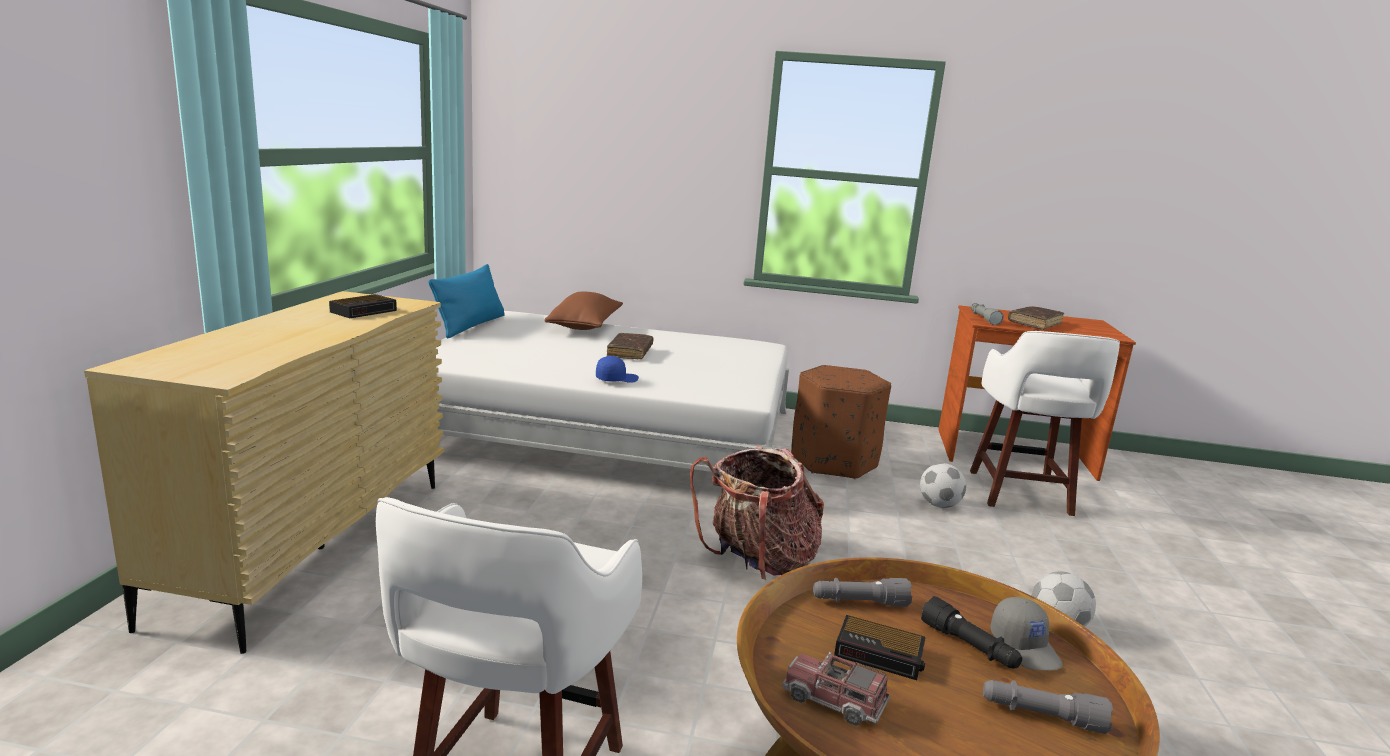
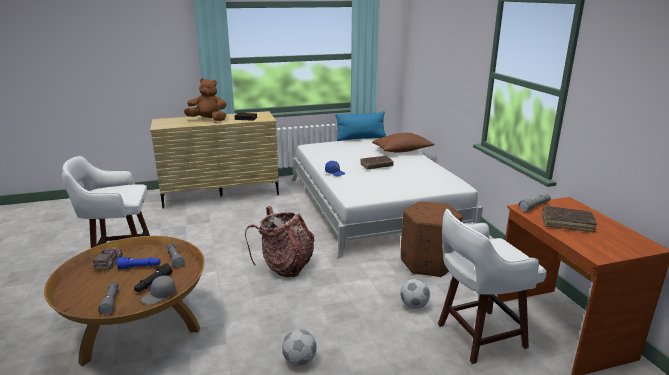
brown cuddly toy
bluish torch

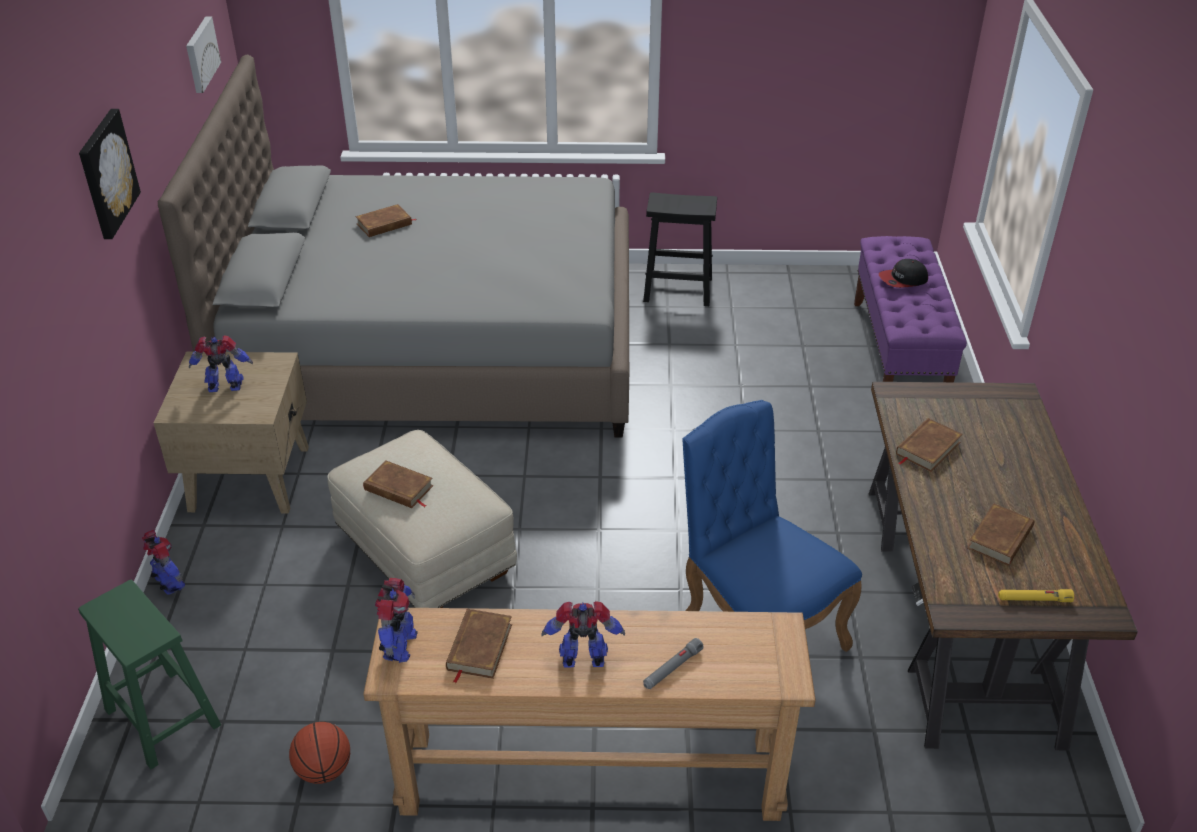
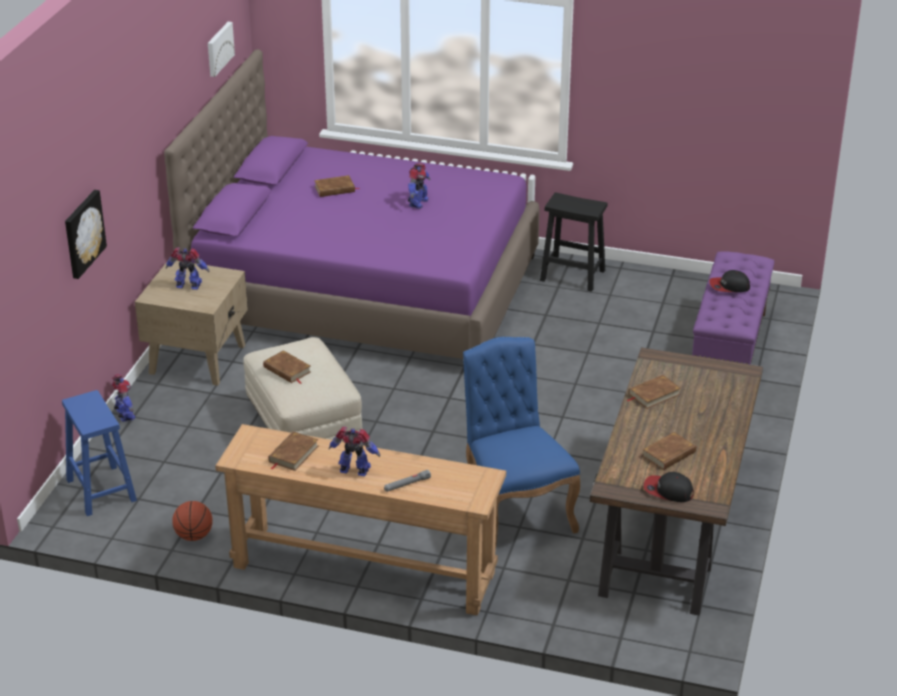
wall art (1st from left)
robot figure (4th from left)
peaked cap (1st from left)
bluish stool
purple-coloured bed

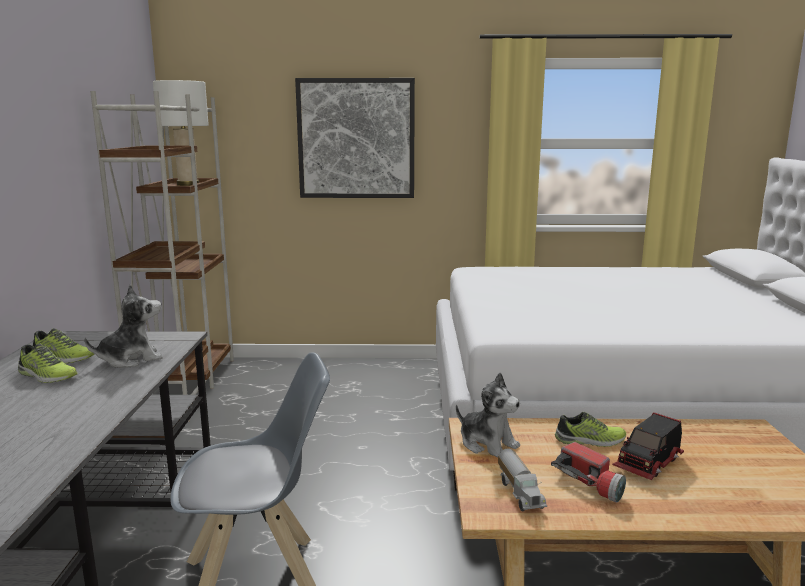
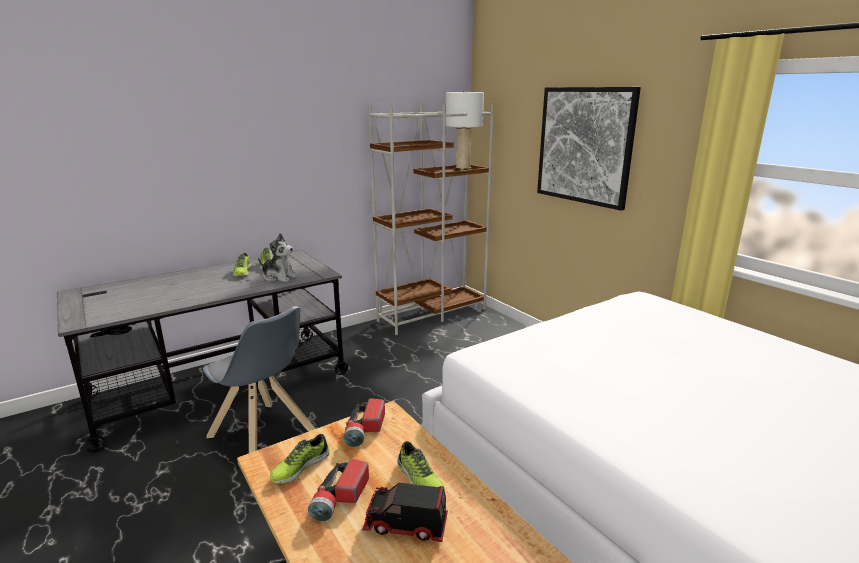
torch (2nd from left)
low shoe (3rd from left)

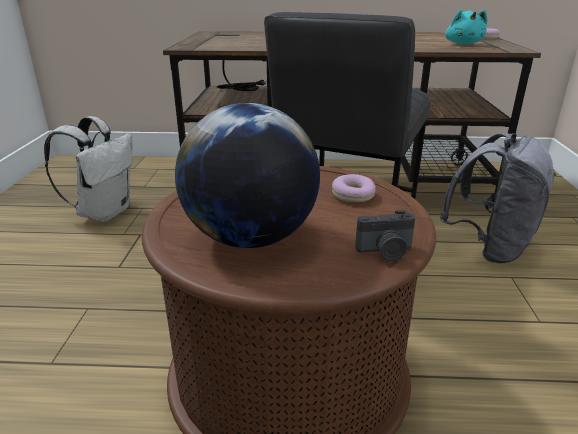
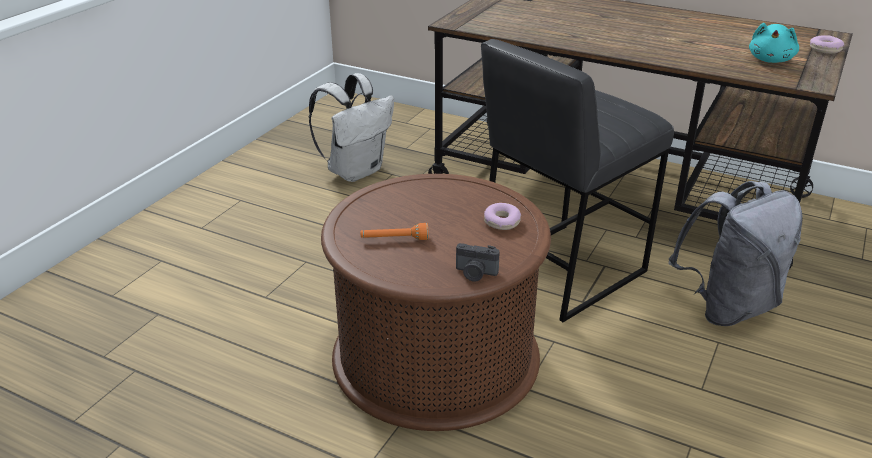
orangey torch

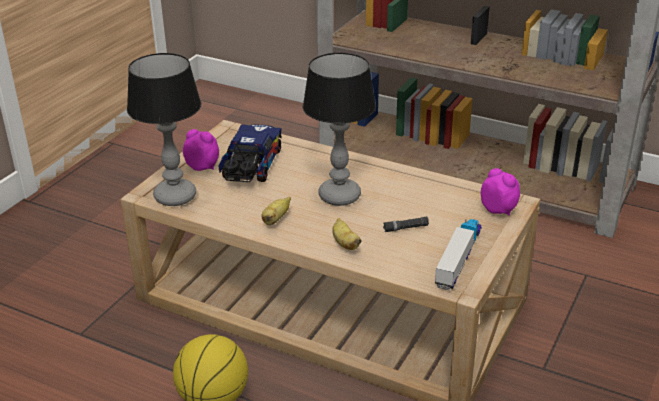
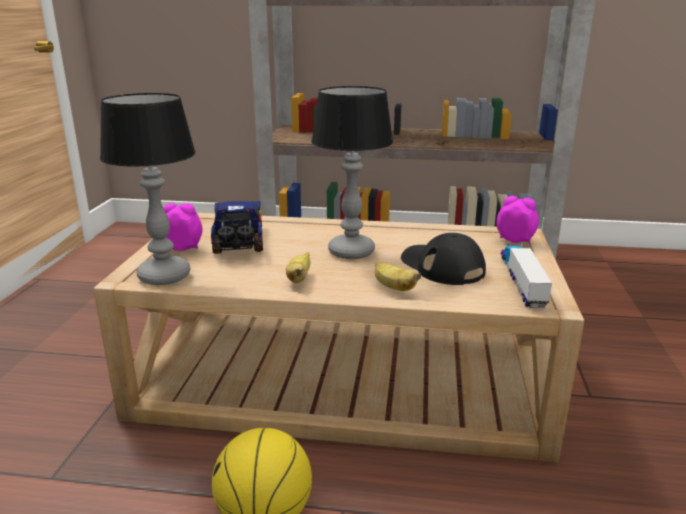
black peaked cap

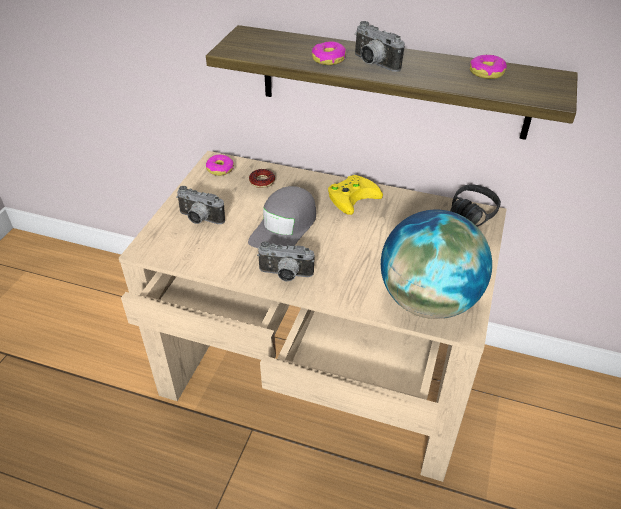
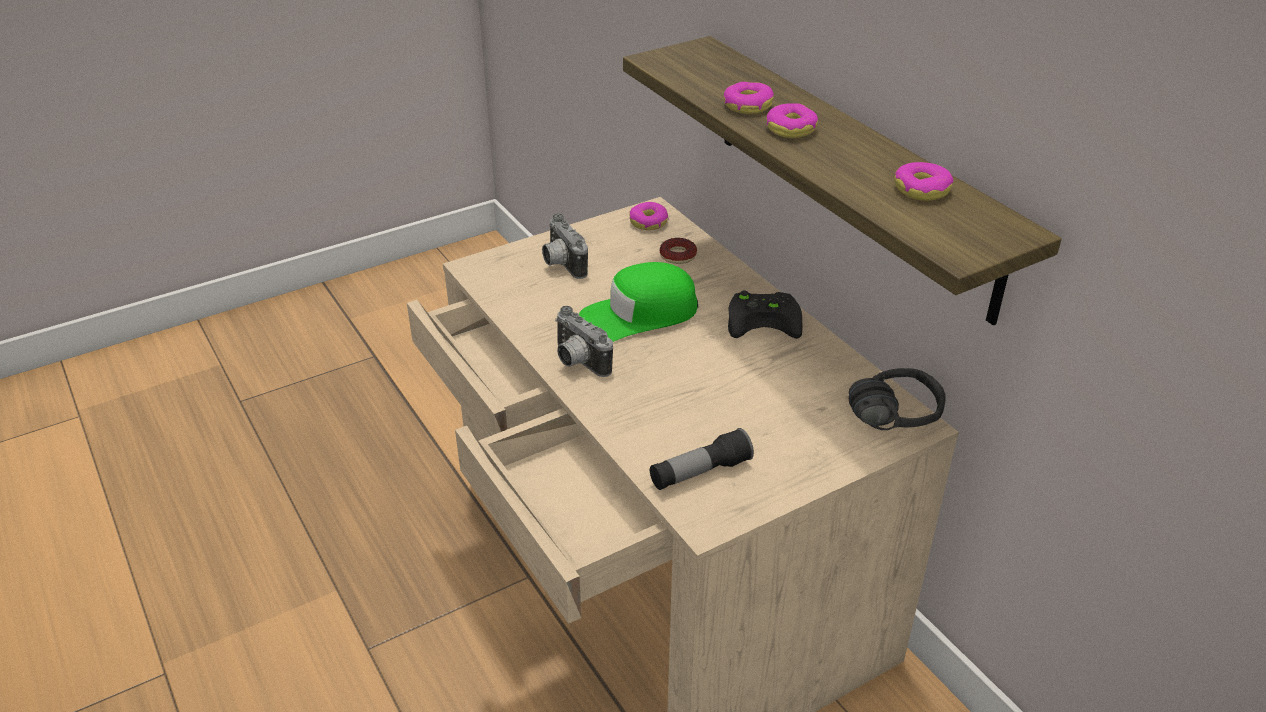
ring doughnut (4th from left)
torch
greenish peaked cap
black game controller

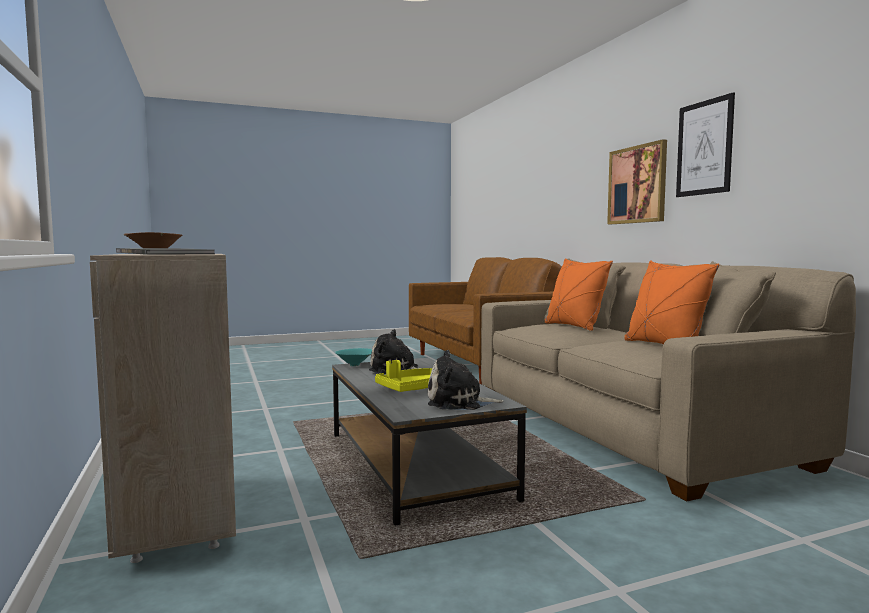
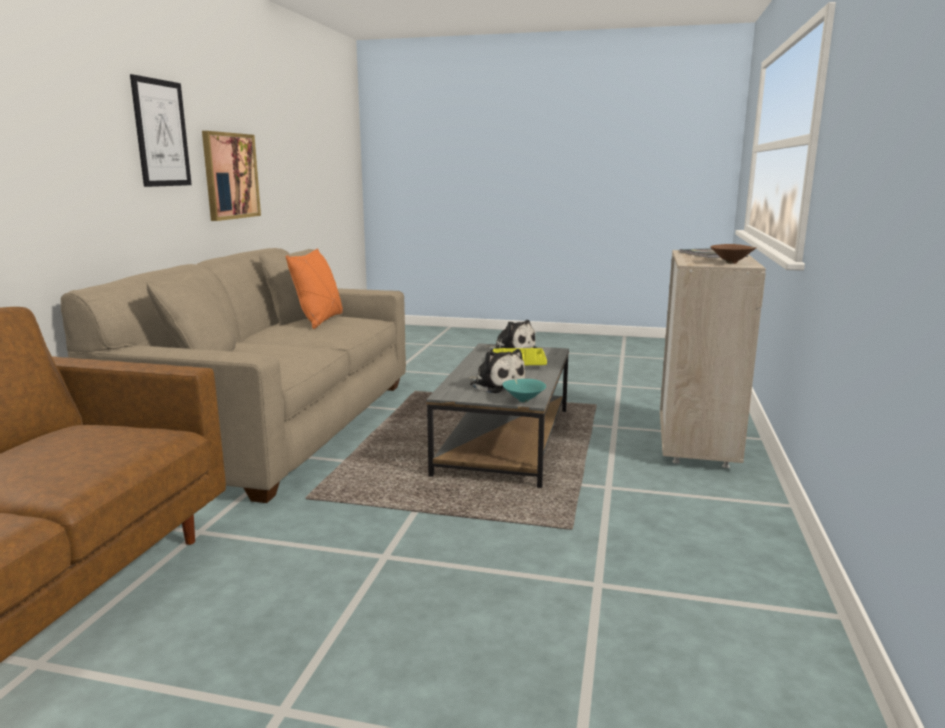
orangey pillow (1st from left in the first image)
wall art (2nd from left)

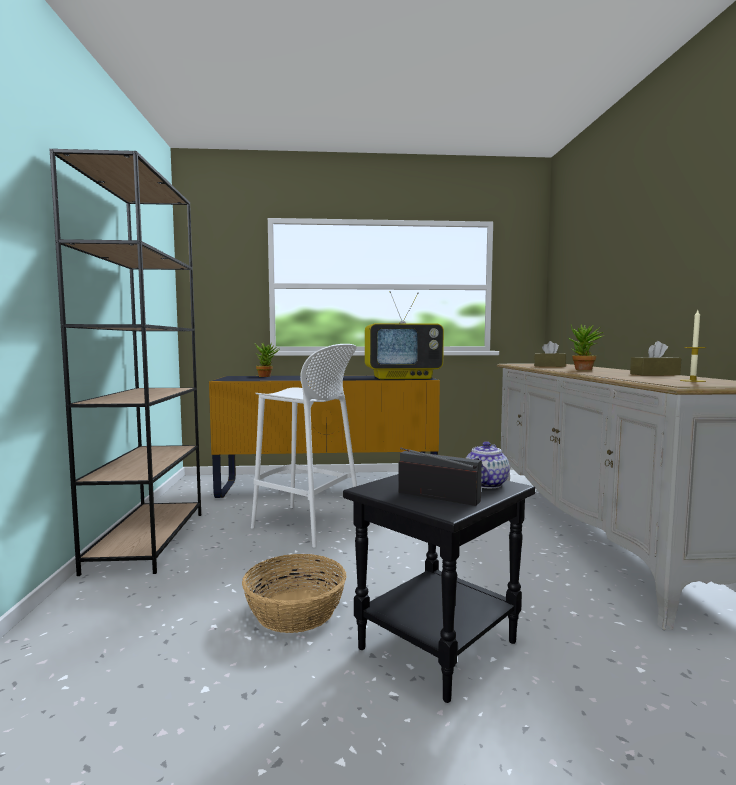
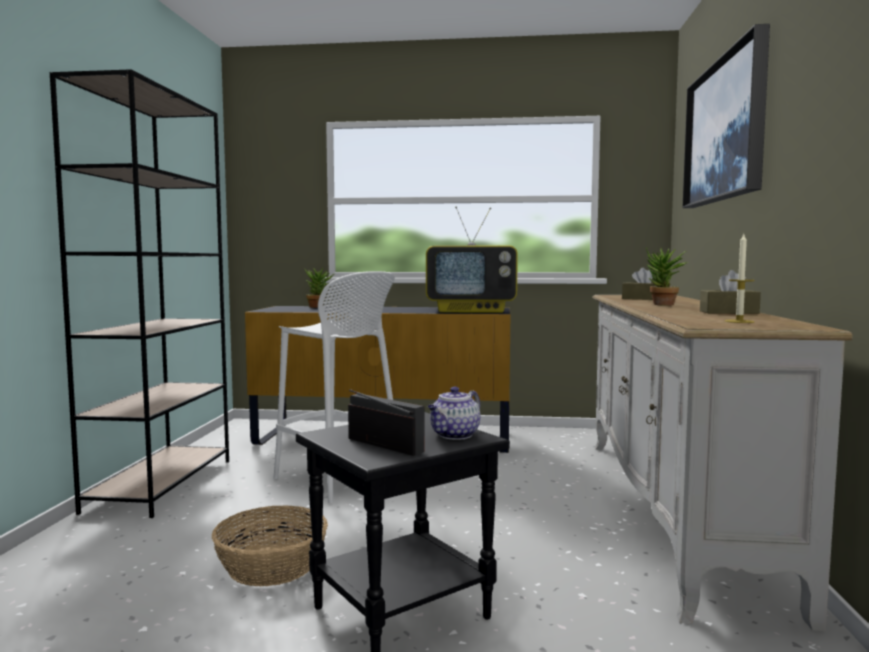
wall art

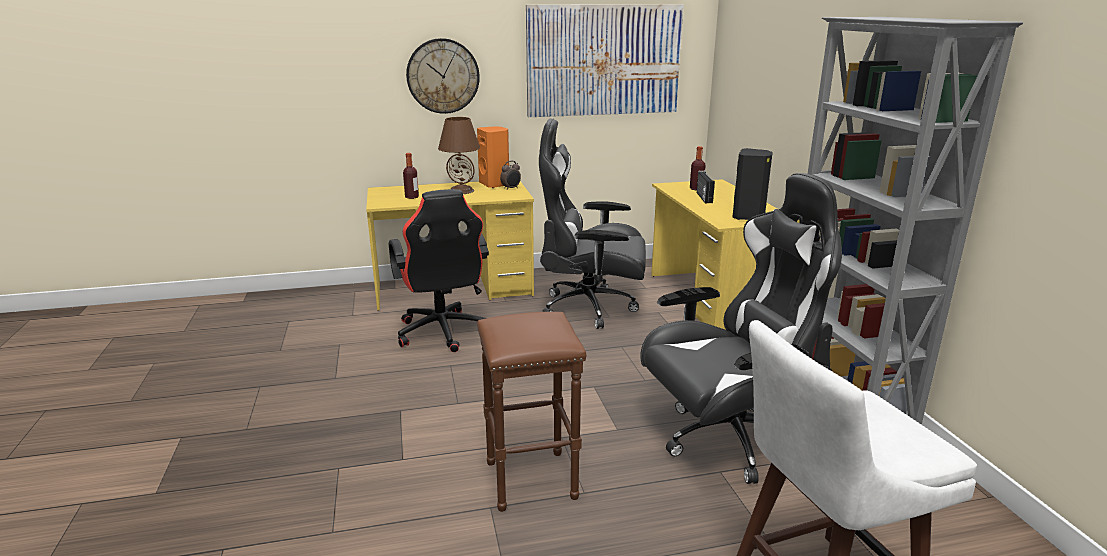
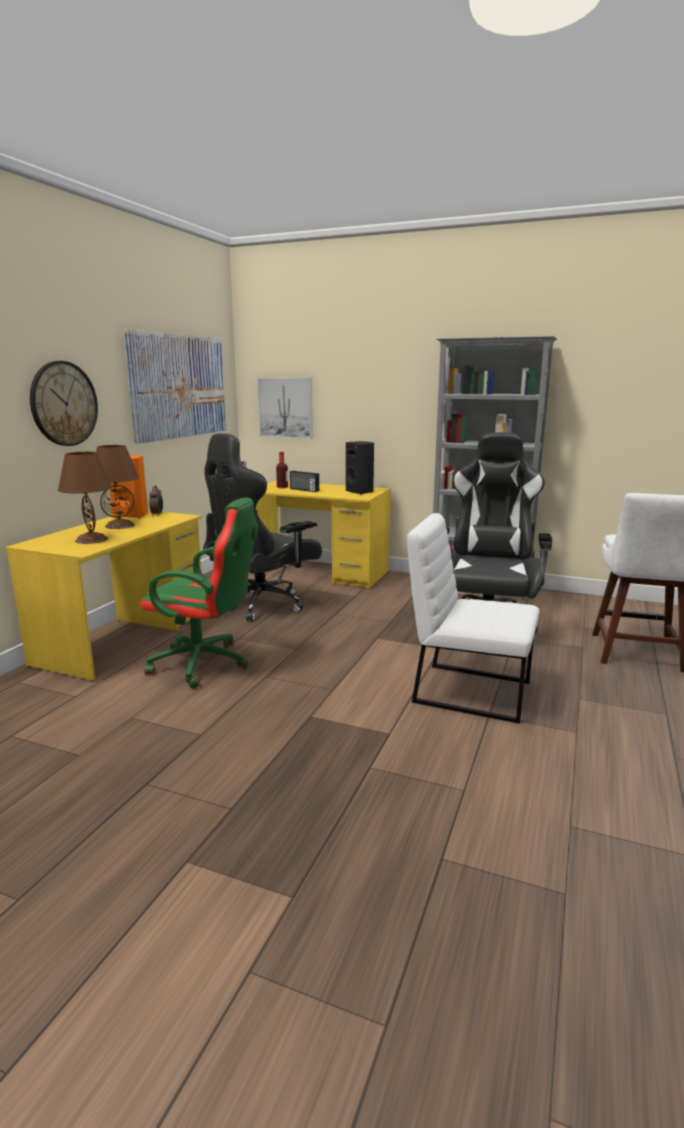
wall art (2nd from left)
brown table lamp (1st from left)
whitish upright chair
greenish office chair

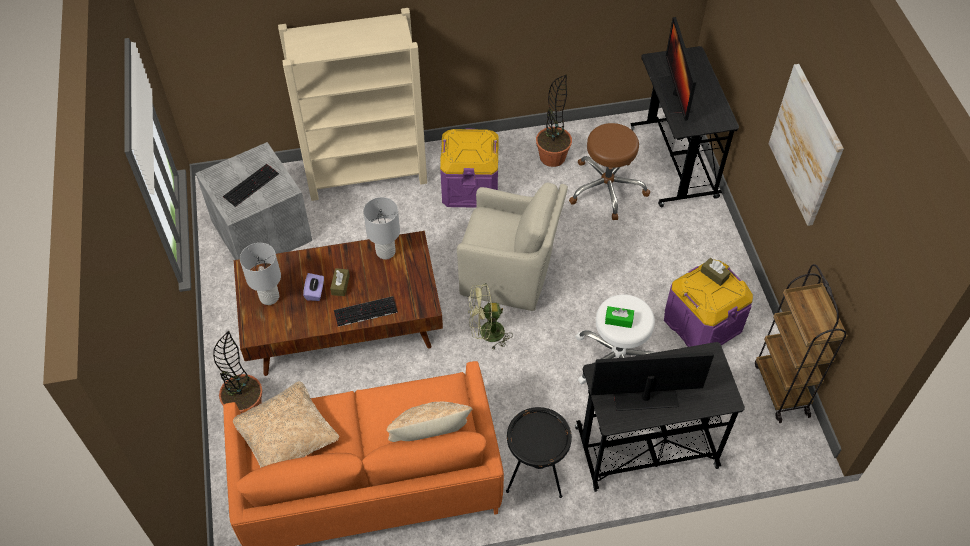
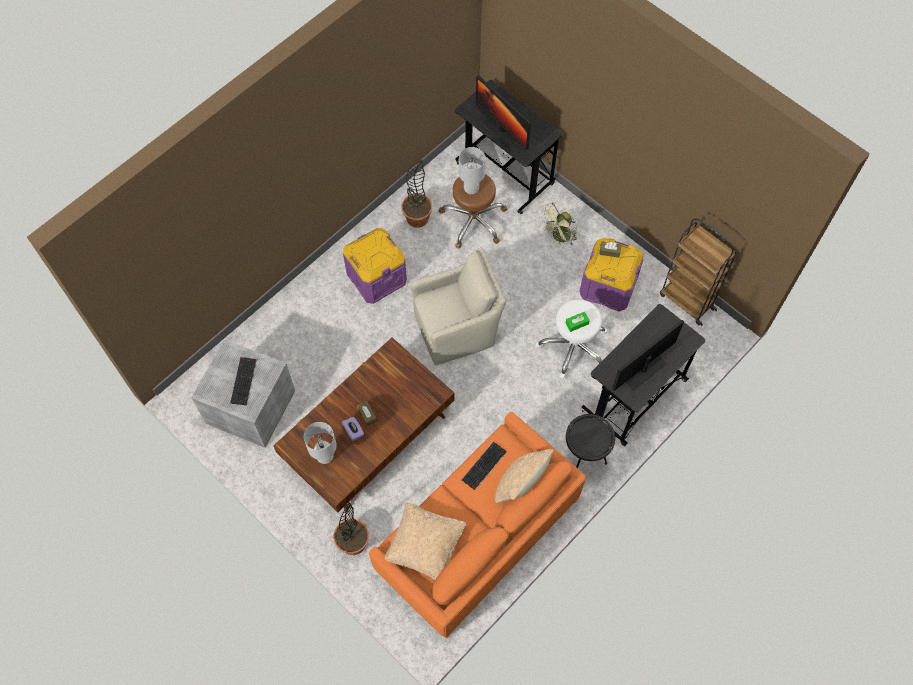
sand-coloured shelving unit
wall art
PC keyboard (2nd from left)
greyish table lamp (2nd from left)
greenish cooling fan

